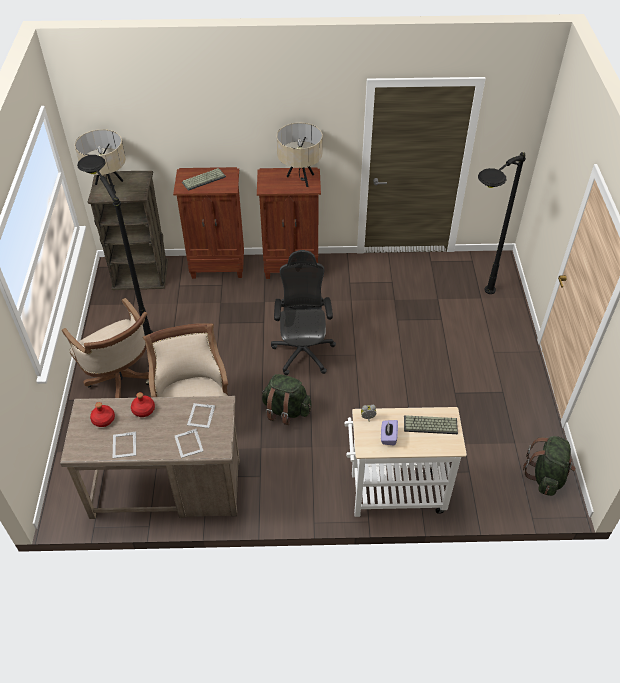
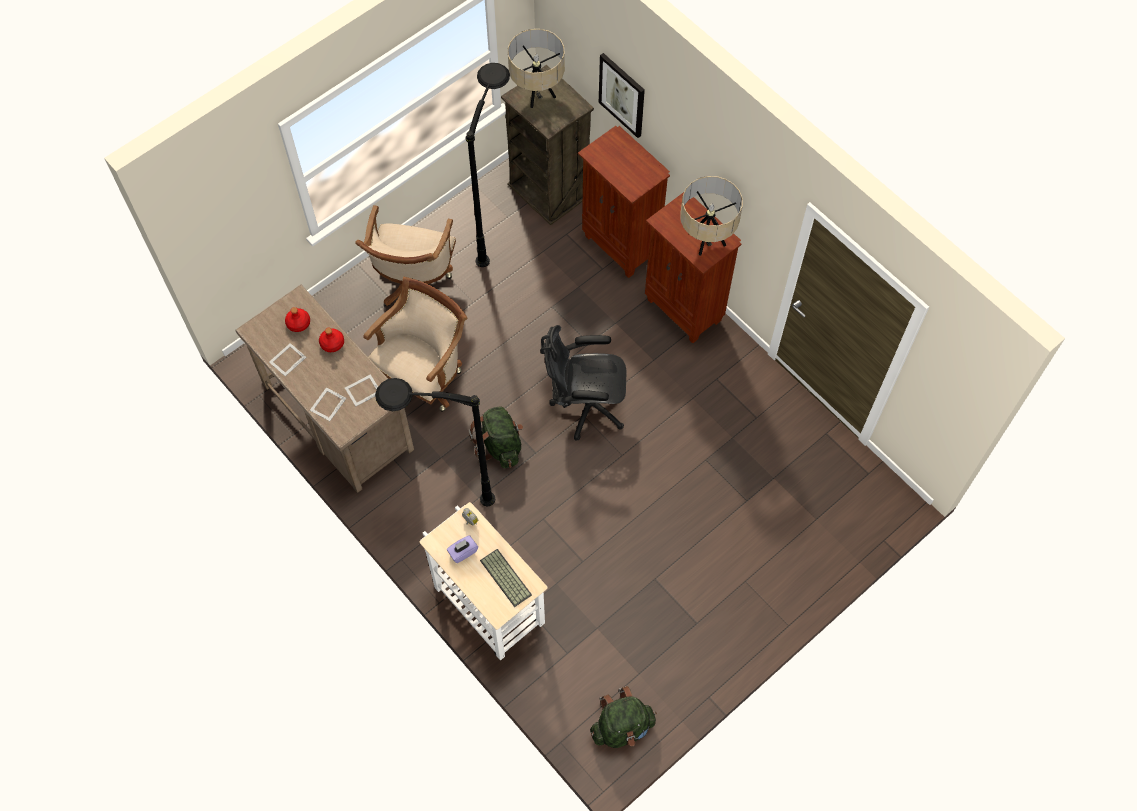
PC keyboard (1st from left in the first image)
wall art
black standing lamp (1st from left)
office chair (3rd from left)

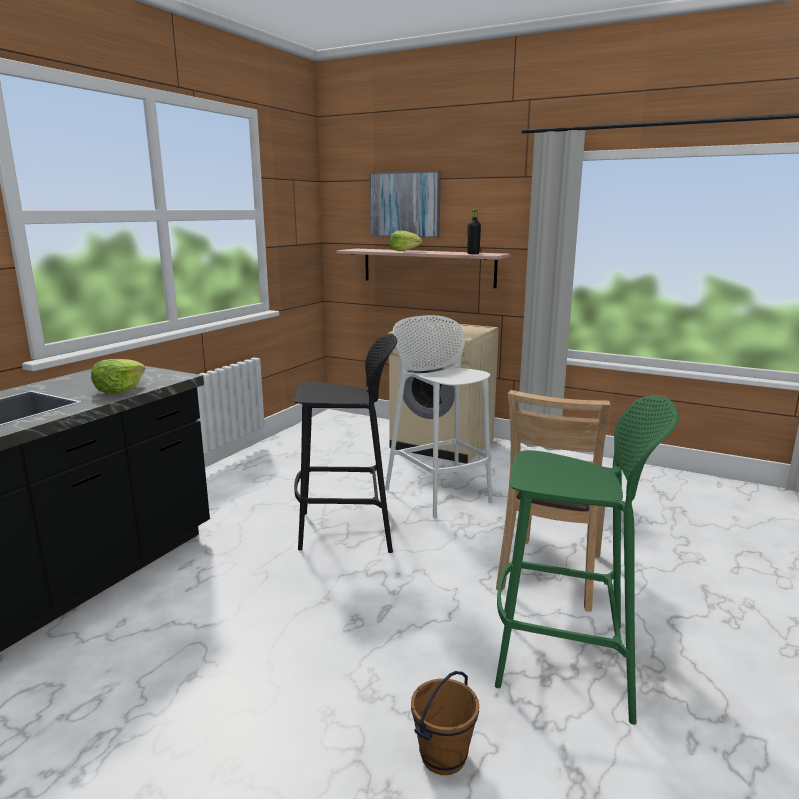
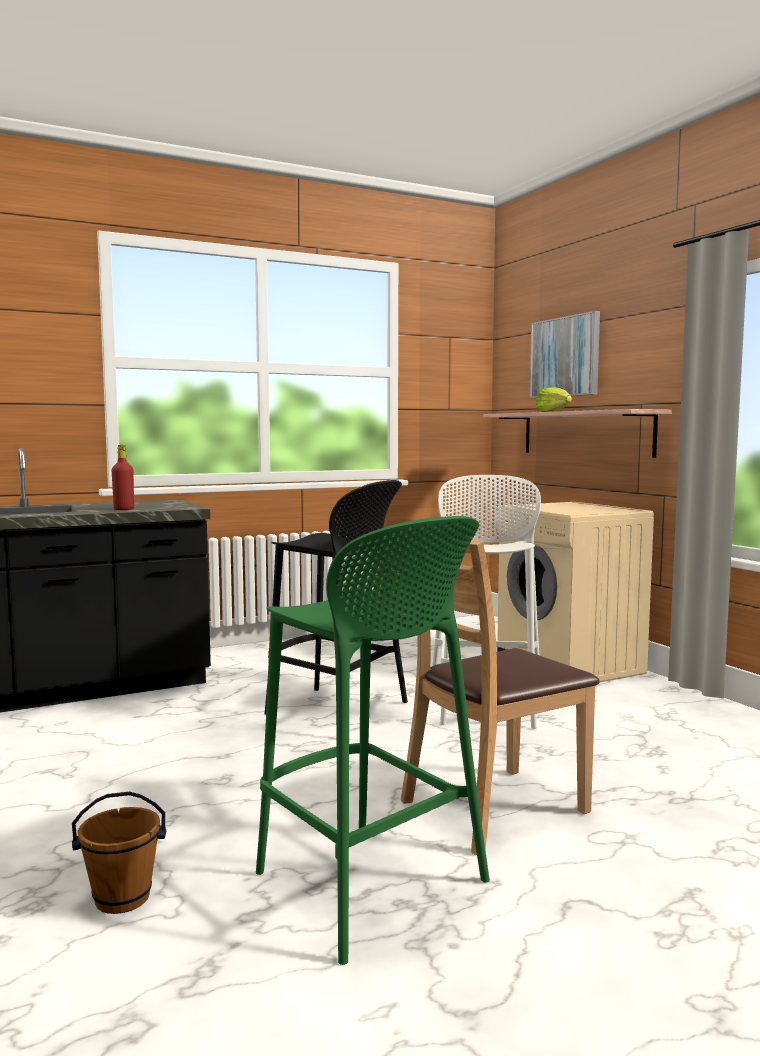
black beverage bottle
red-coloured beverage bottle

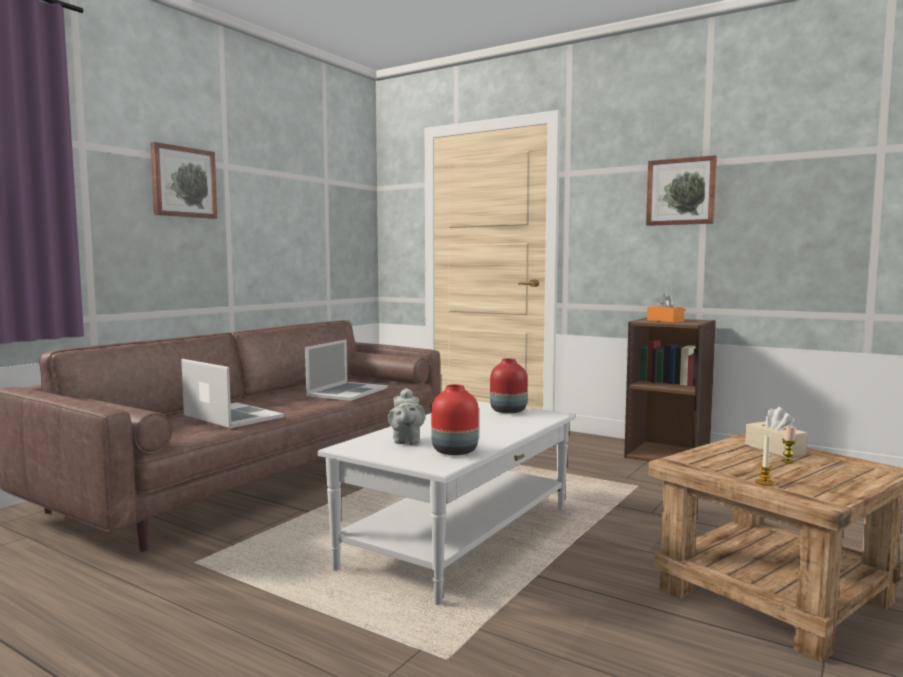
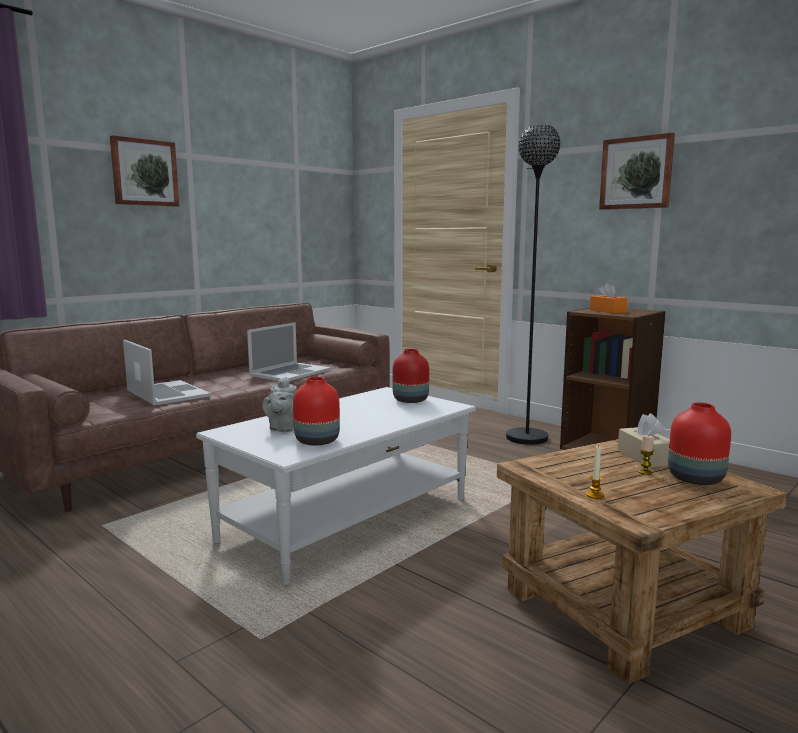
black standing lamp
red-coloured vase (3rd from left)

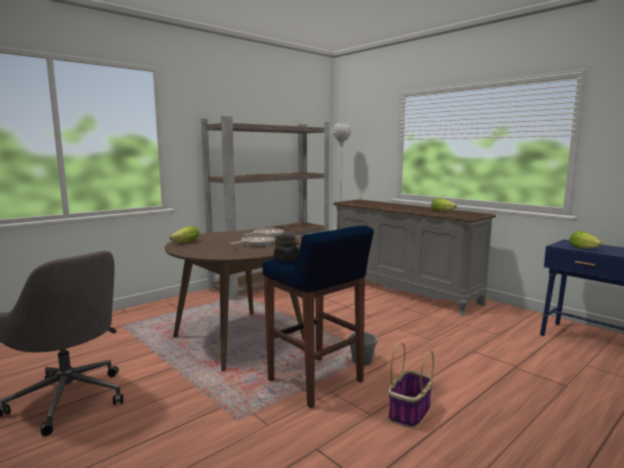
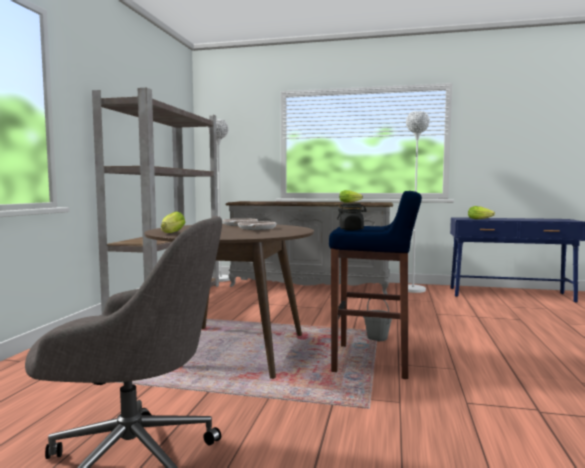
storage basket
whitish standing lamp (2nd from left)

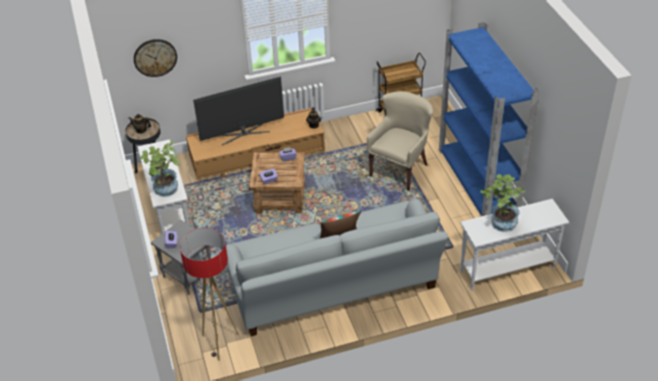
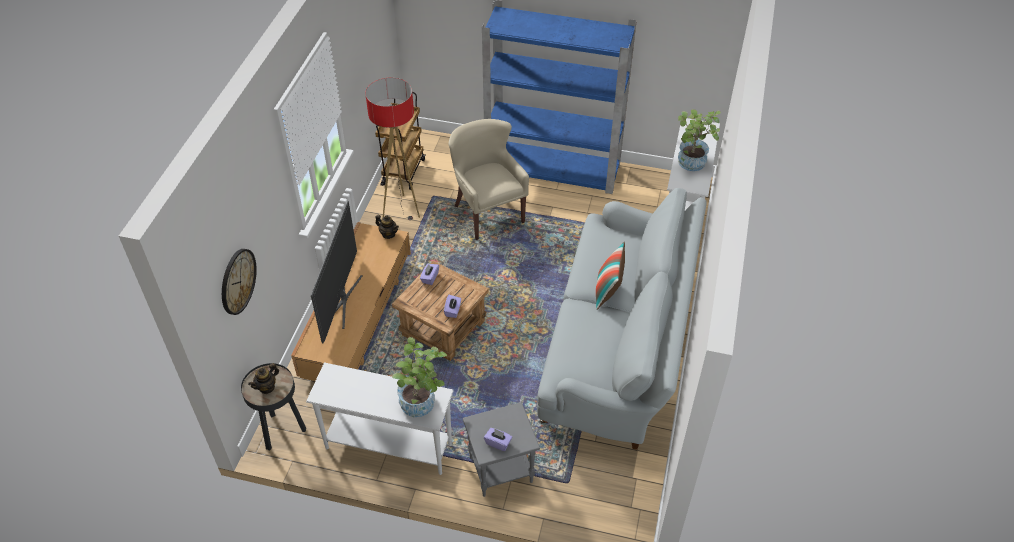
standing lamp

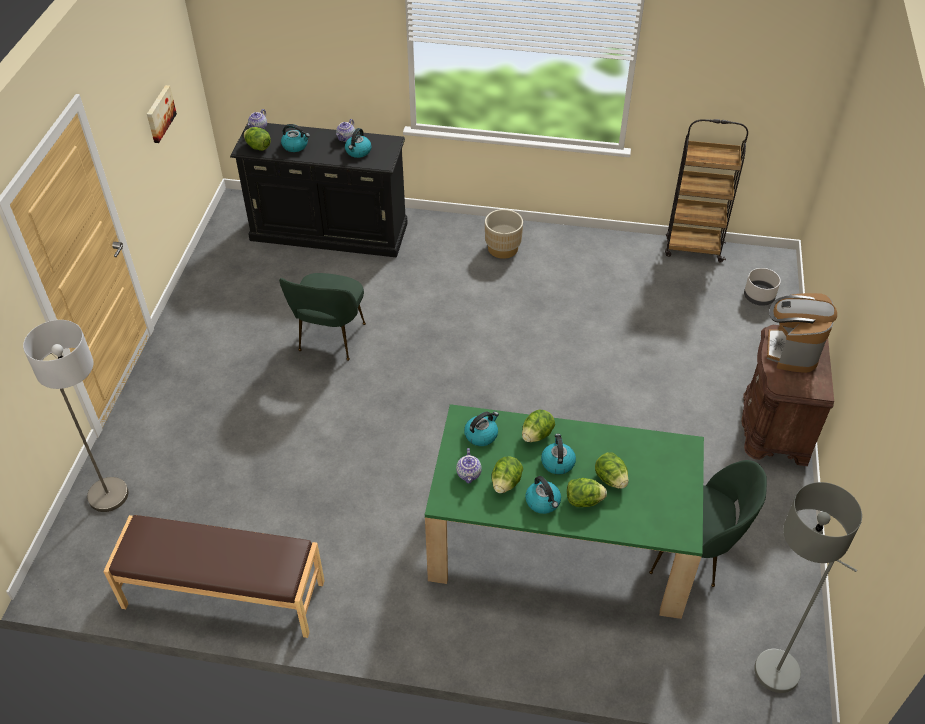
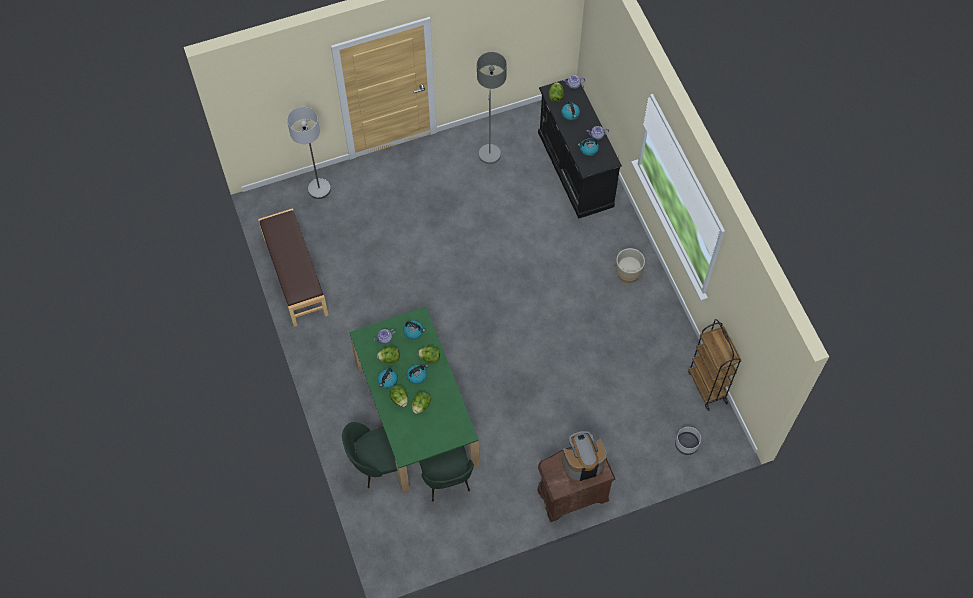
wall art
greenish upright chair (1st from left)
greyish standing lamp (2nd from left)

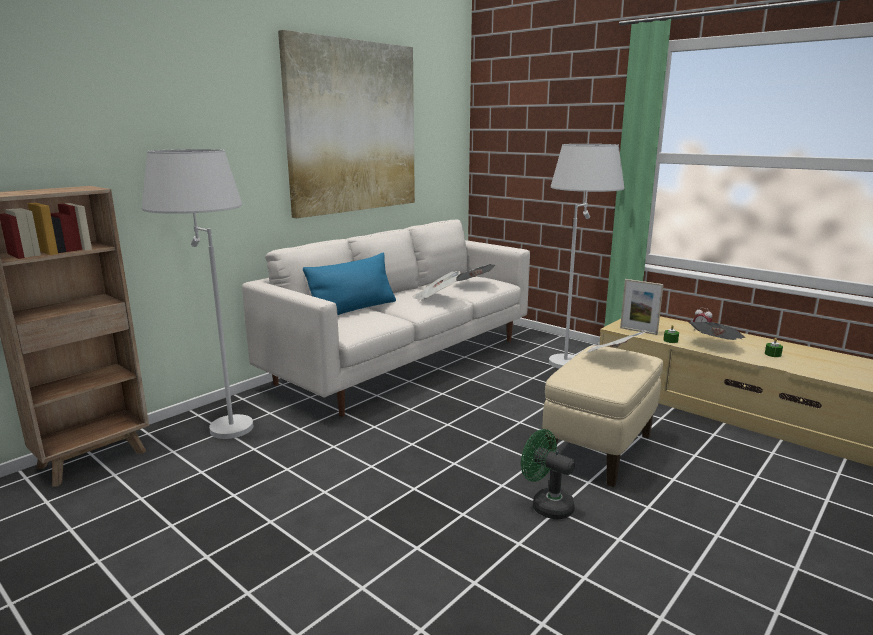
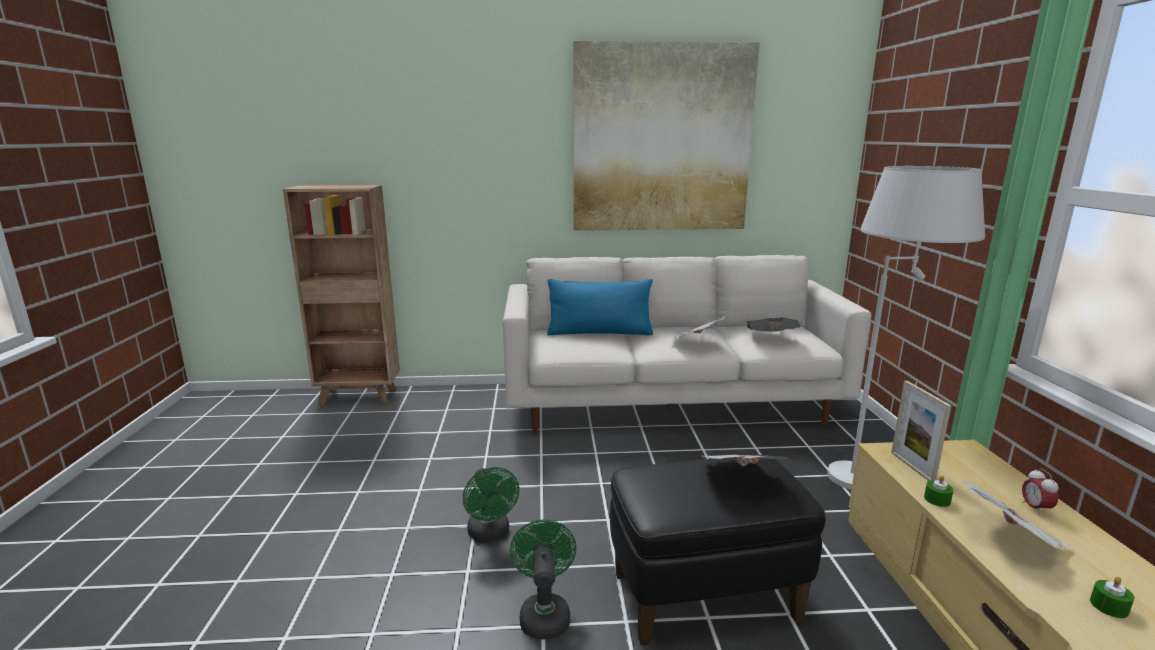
whitish standing lamp (1st from left in the first image)
greenish cooling fan (1st from left)
black pouffe

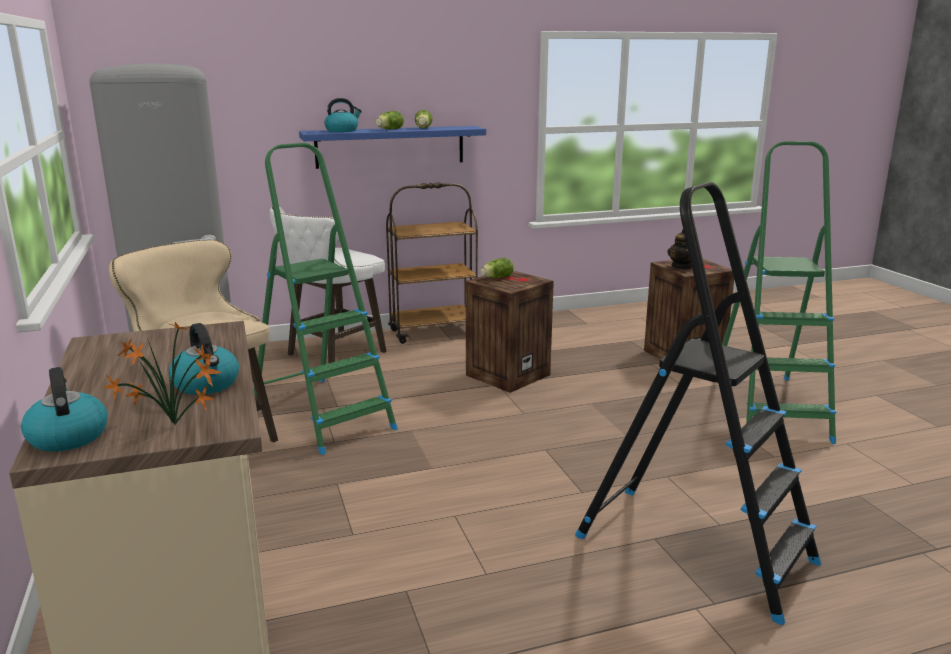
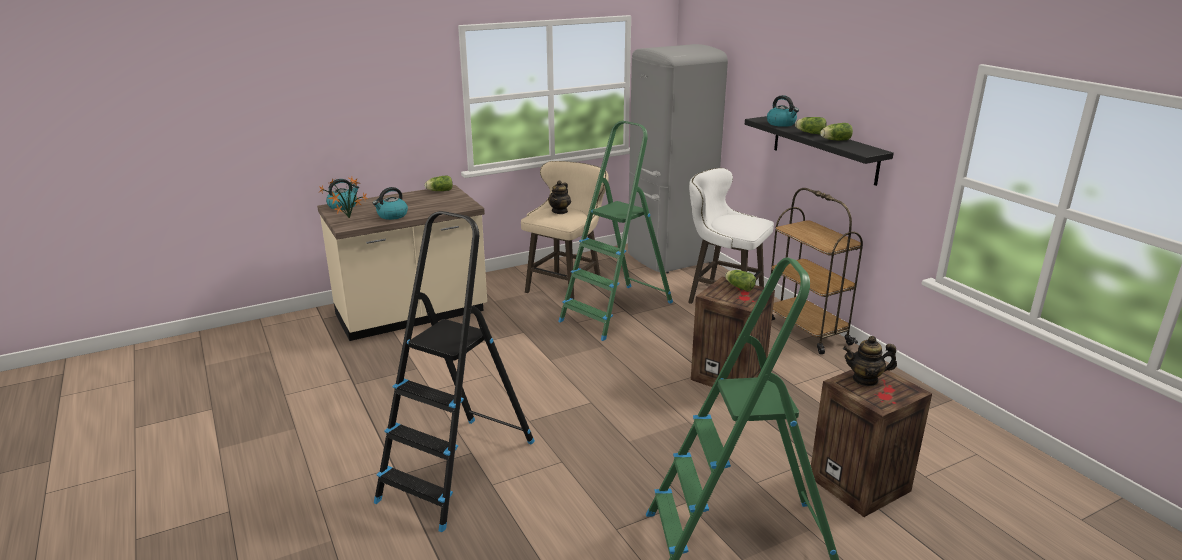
head of lettuce (1st from left)
tea pot (1st from left)
black wall shelf

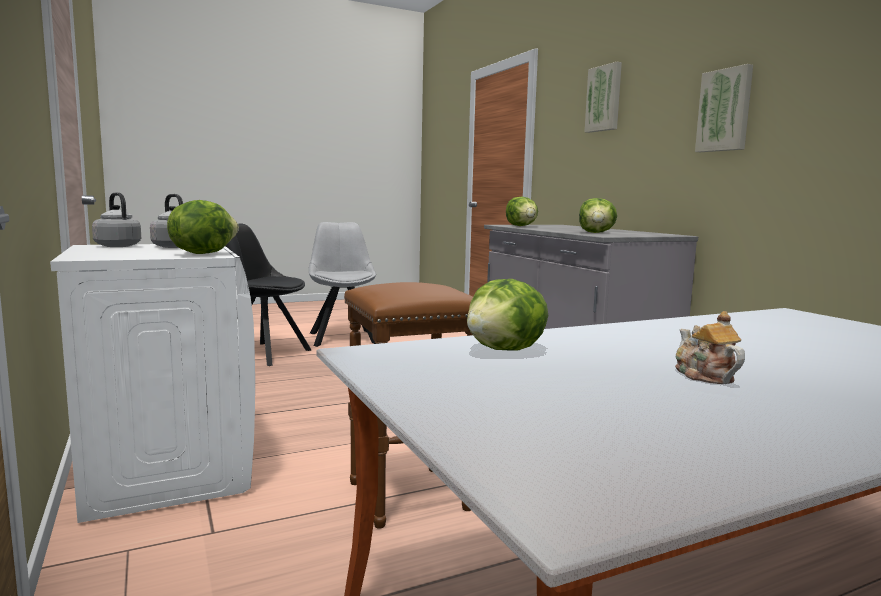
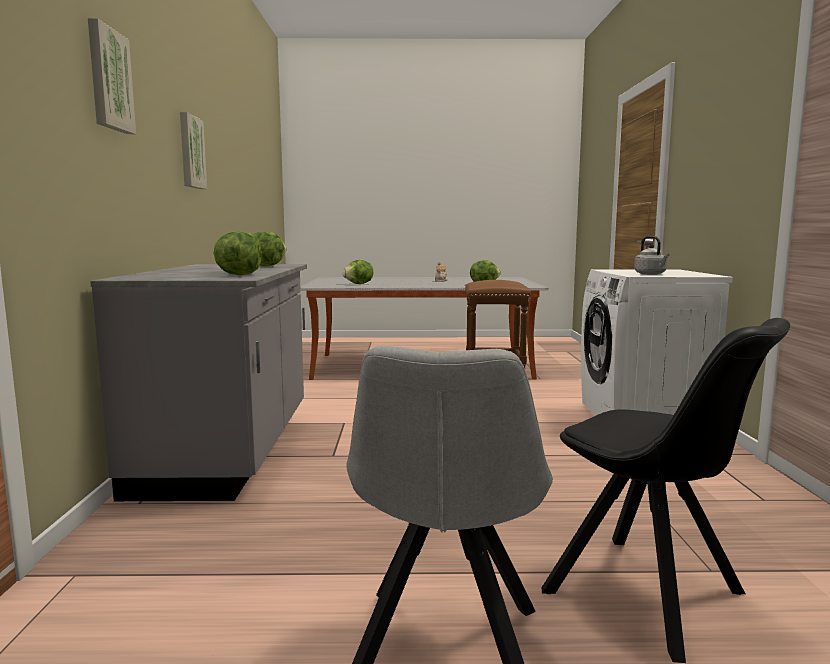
greyish kettle (1st from left in the first image)
head of lettuce (3rd from left)

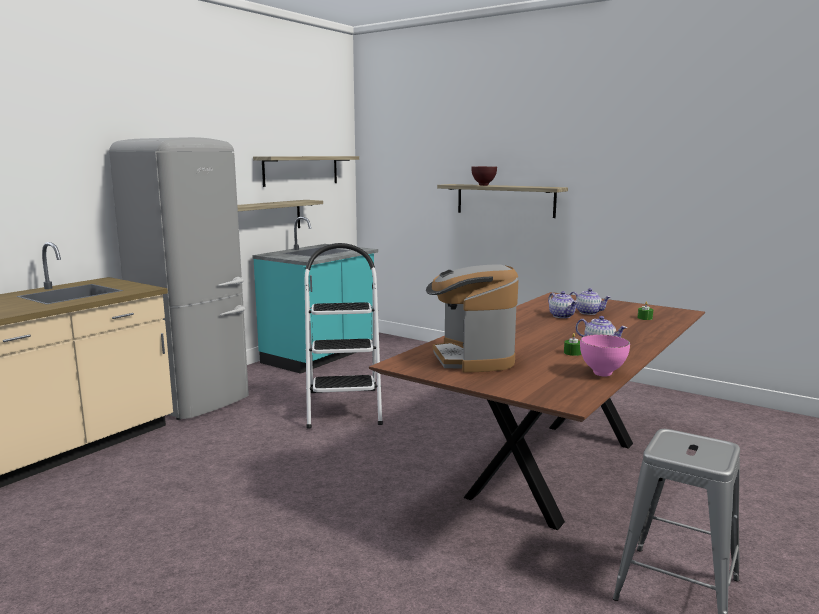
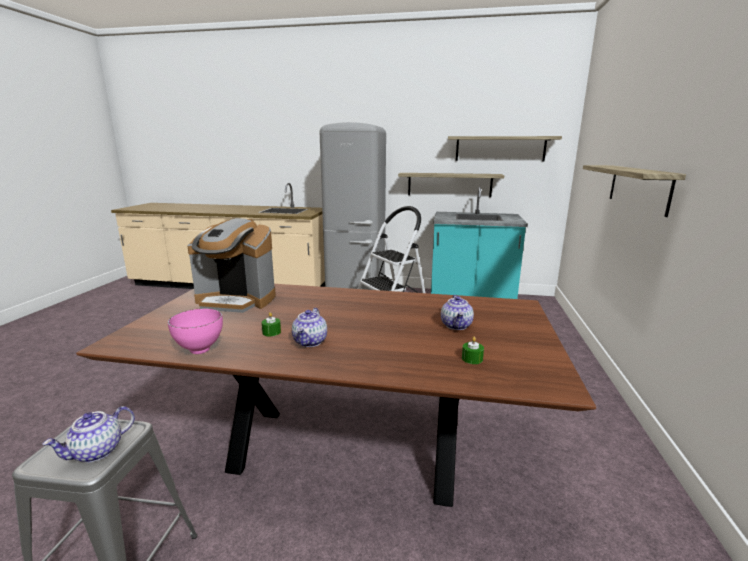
brown serving bowl
tea pot (1st from left)
coffee brewer

